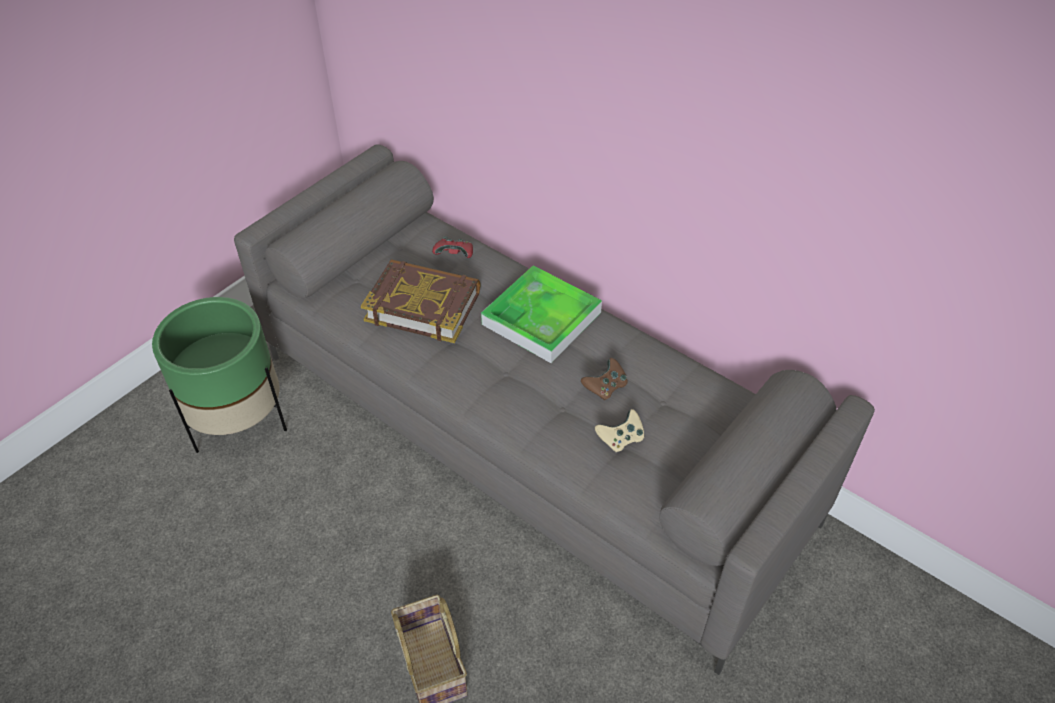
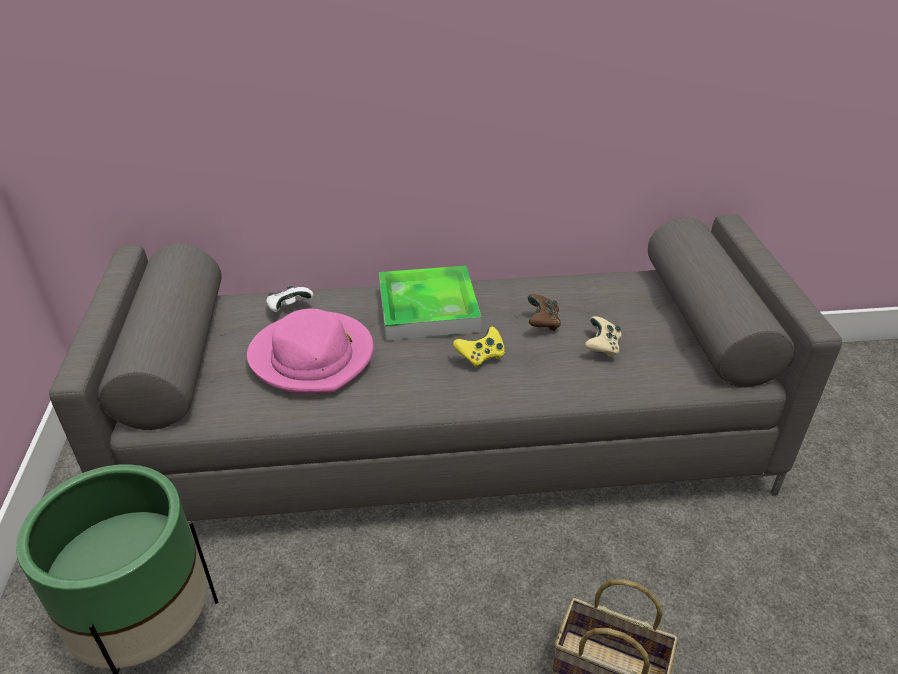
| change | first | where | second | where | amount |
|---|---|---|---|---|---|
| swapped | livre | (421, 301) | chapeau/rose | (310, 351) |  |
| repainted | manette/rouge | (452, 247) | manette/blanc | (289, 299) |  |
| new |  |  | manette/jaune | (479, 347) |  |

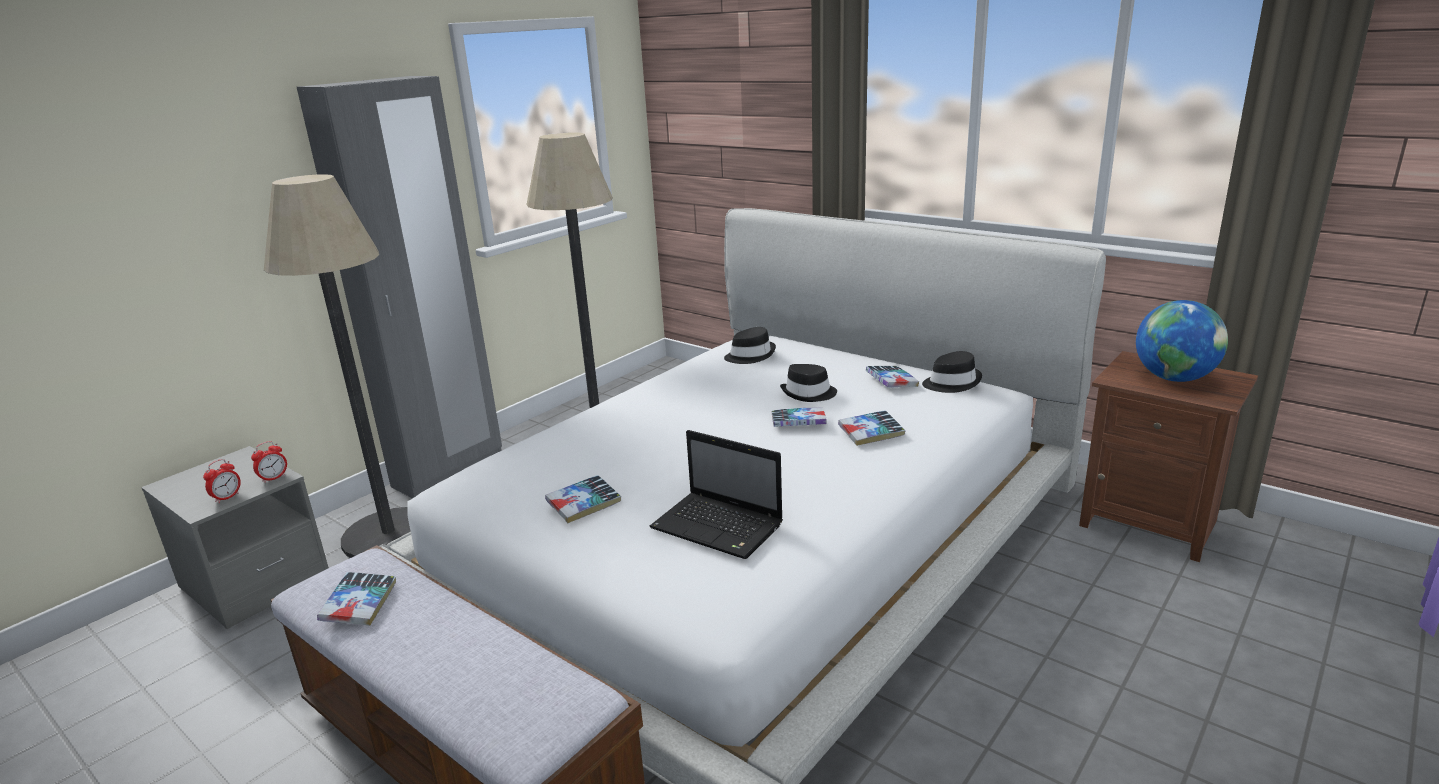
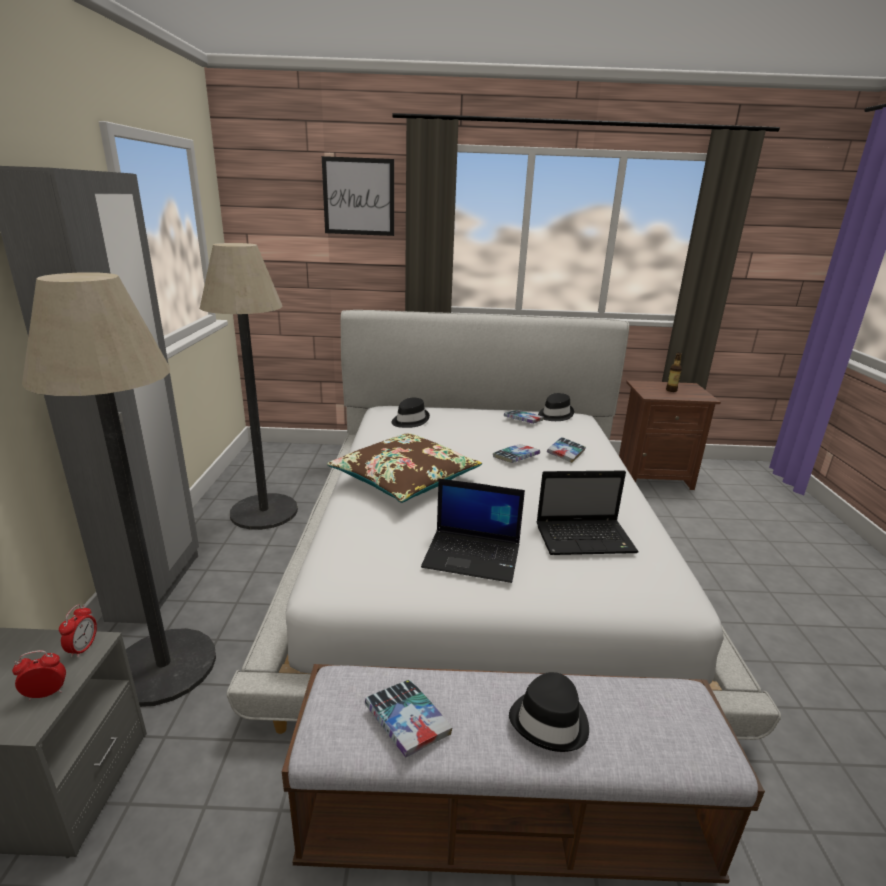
| change | first | where | second | where | amount |
|---|---|---|---|---|---|
| rotated | réveil | (222, 481) |  | (39, 675) | 105 degrees counterclockwise |
| new |  |  | tableau | (358, 196) |  |
| new |  |  | coussin/marron | (404, 468) |  |
| swapped | livre | (583, 499) | ordinateur portable | (473, 530) |  |
| shifted | chapeau/noir | (808, 383) |  | (549, 712) |  |
| swapped | globe | (1182, 341) | bouteille | (674, 372) |  |

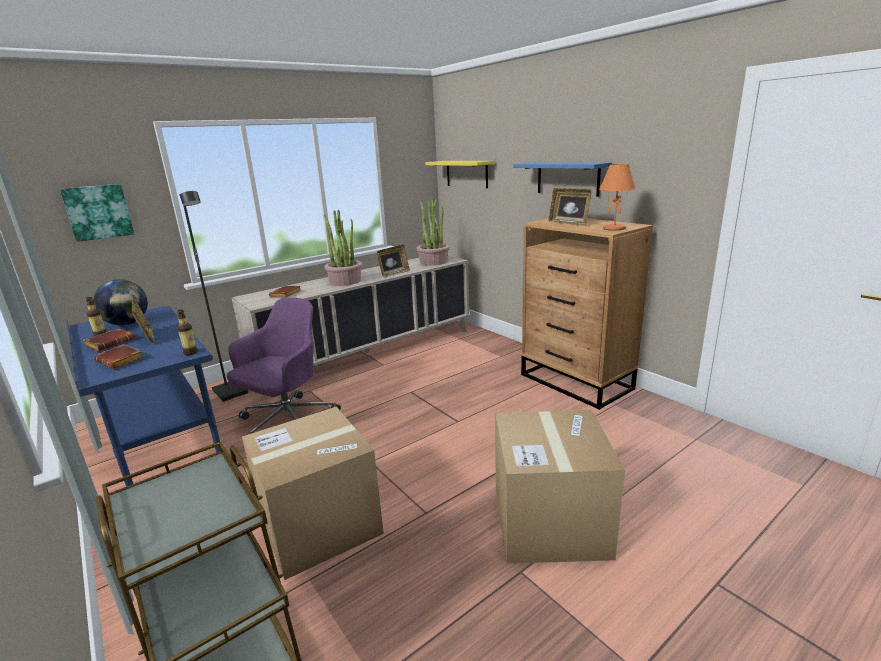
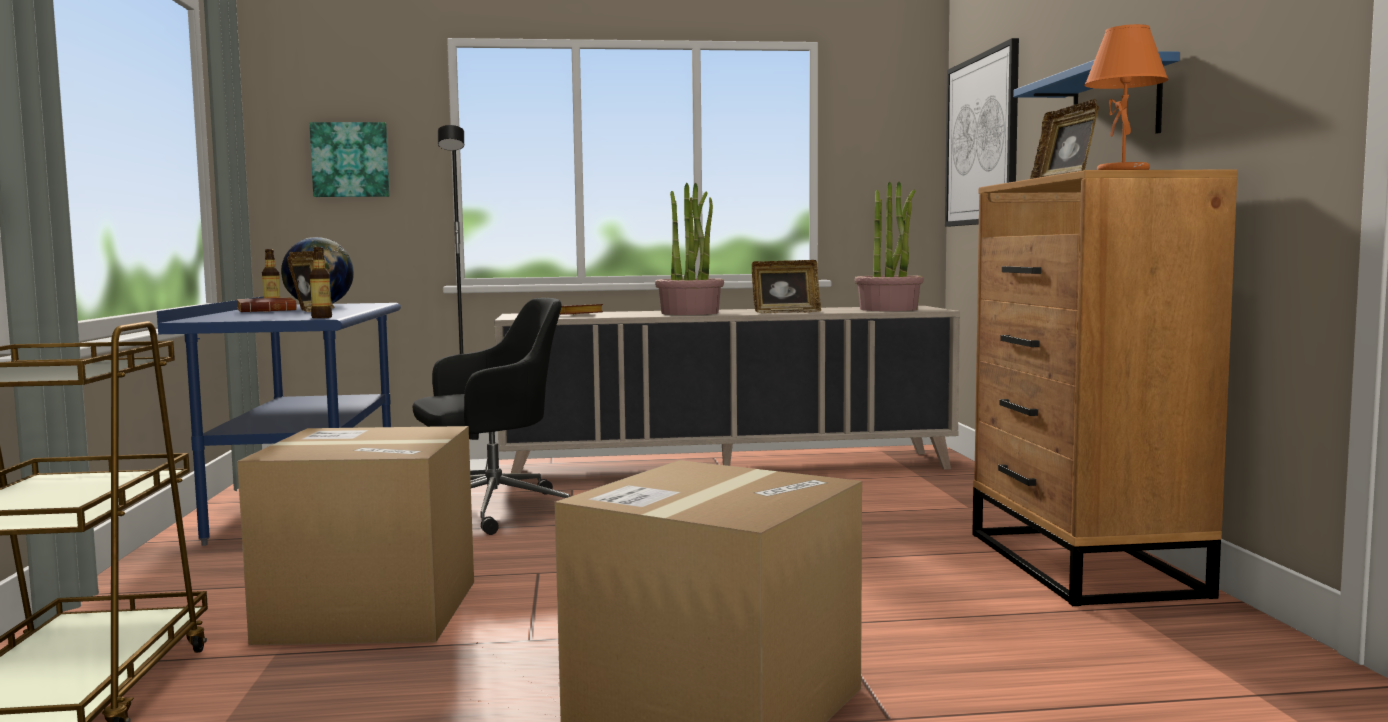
| change | first | where | second | where | amount |
|---|---|---|---|---|---|
| repainted | chaise de bureau/violet | (284, 365) | chaise de bureau/noir | (491, 416) |  |
| swapped | étagère/jaune | (460, 174) | tableau | (982, 132) |  |
| gone | livre/marron | (119, 356) |  |  |  |

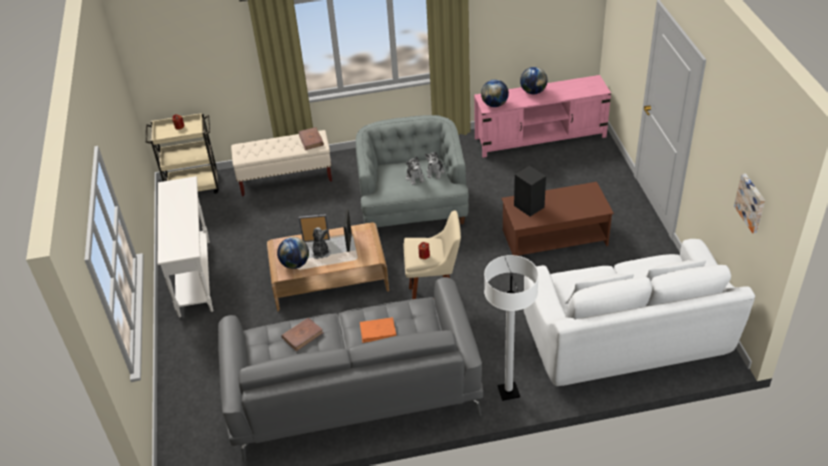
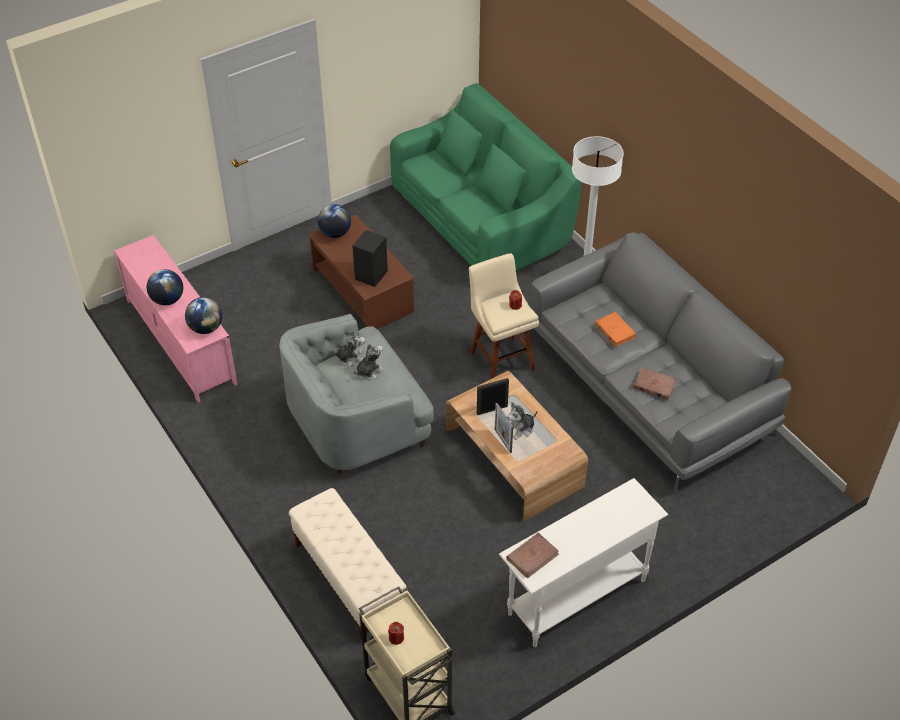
| change | first | where | second | where | amount |
|---|---|---|---|---|---|
| shifted | globe | (293, 253) |  | (334, 221) |  |
| repainted | canapé/blanc | (639, 312) | canapé/vert | (486, 177) |  |
| shifted | livre/marron | (311, 138) |  | (532, 556) |  |
| gone | tableau | (749, 203) |  |  |  |

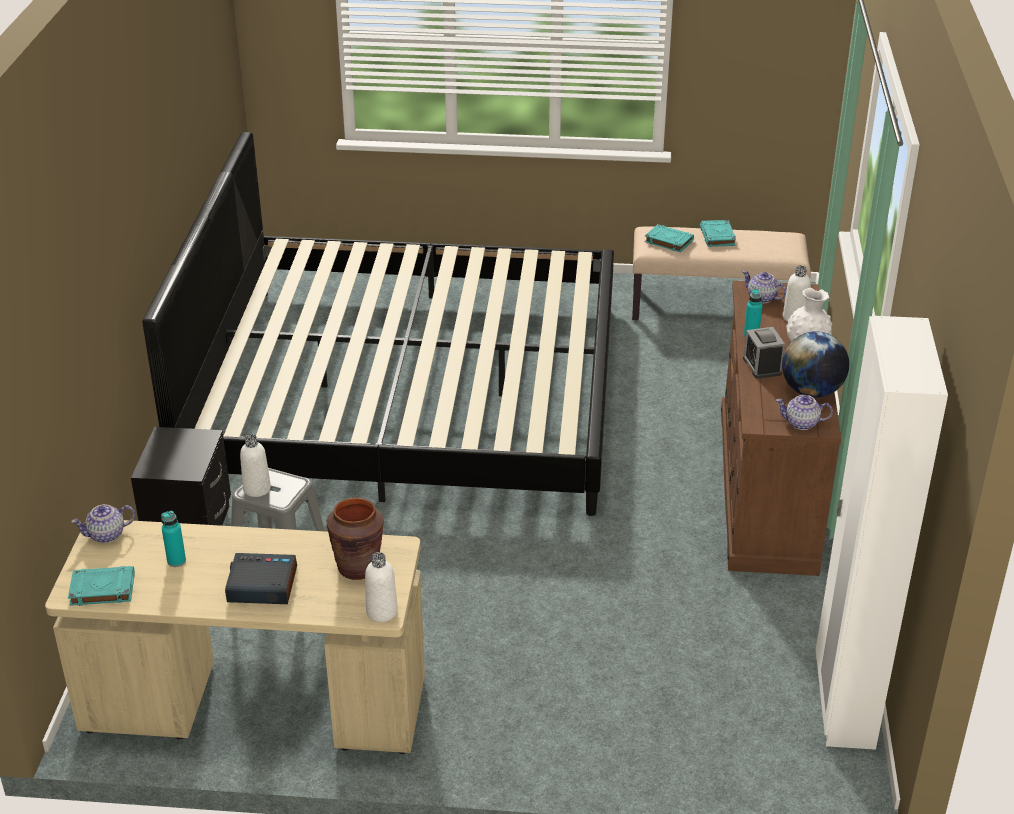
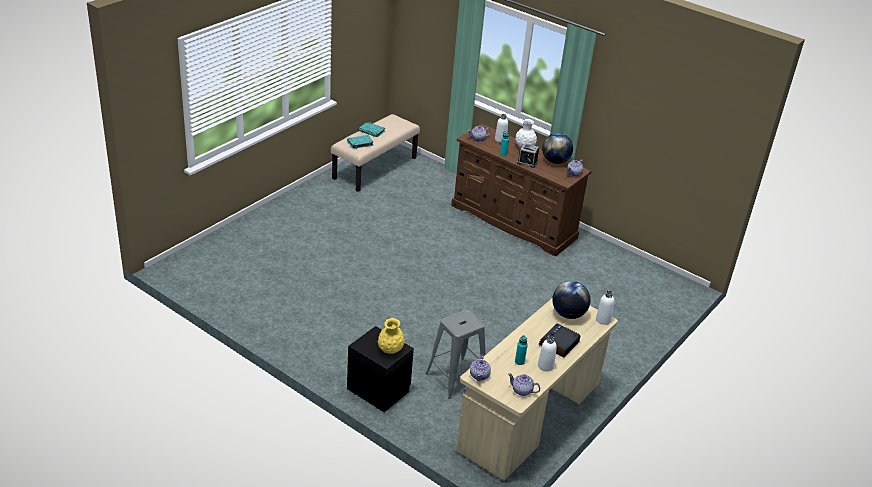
| change | first | where | second | where | amount |
|---|---|---|---|---|---|
| new |  |  | vase/jaune | (391, 336) |  |
| swapped | livre/turquoise | (101, 586) | théière | (524, 384) |  |
| shifted | bouteille/blanc | (255, 465) |  | (547, 353) |  |
| swapped | vase/marron | (355, 539) | globe | (571, 300) |  |
| gone | lit | (378, 324) |  |  |  |
| gone | armoire/blanc | (882, 533) |  |  |  |

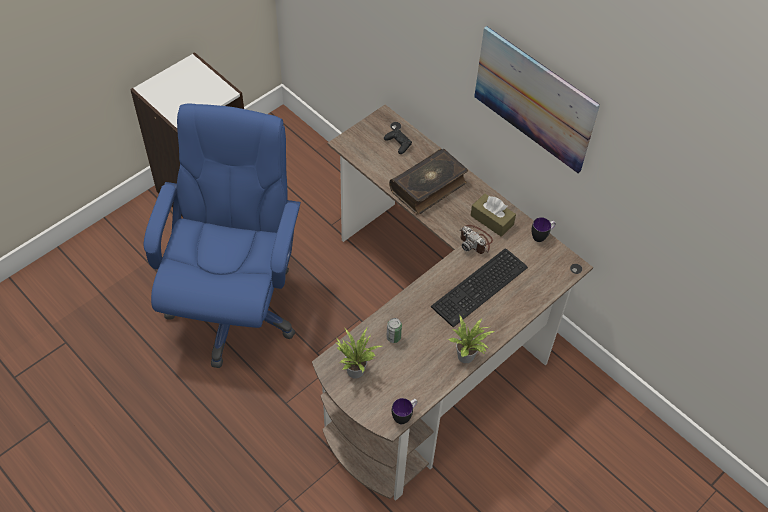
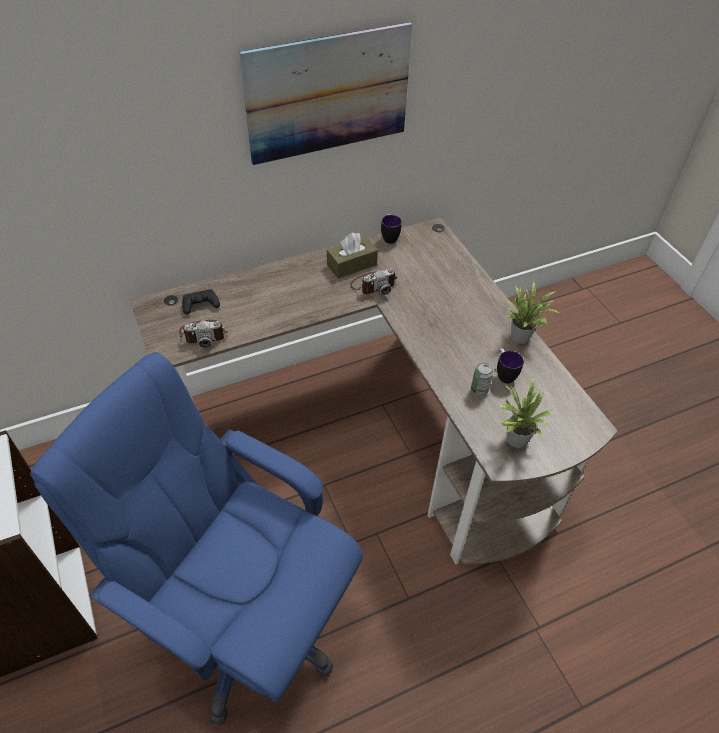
| change | first | where | second | where | amount |
|---|---|---|---|---|---|
| new |  |  | appareil photo | (203, 334) |  |
| shifted | mug | (405, 411) |  | (510, 366) |  |
| gone | livre | (428, 182) |  |  |  |
| gone | clavier | (479, 287) |  |  |  |

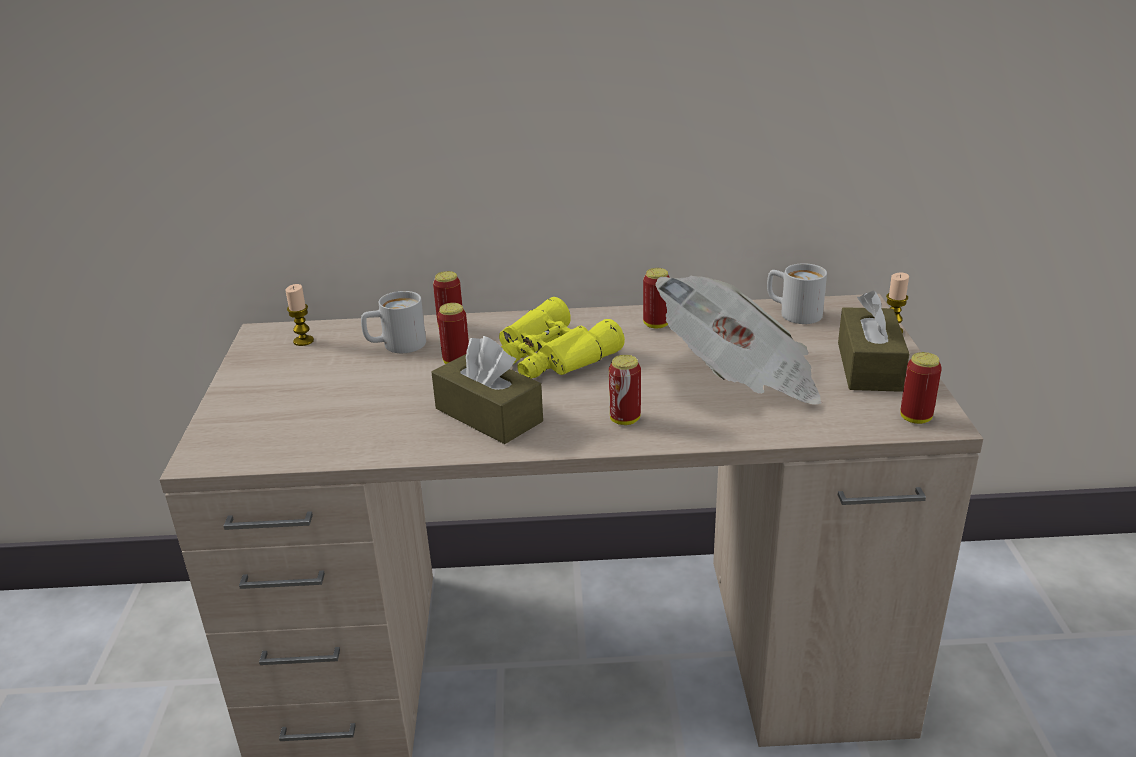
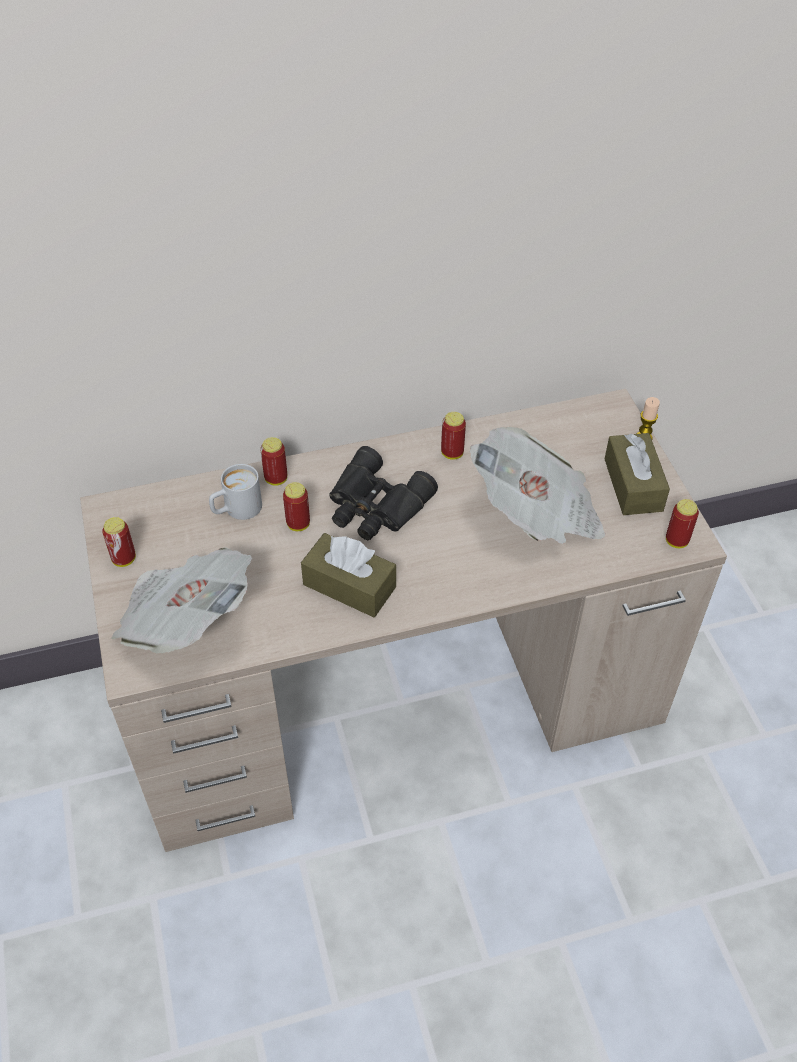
| change | first | where | second | where | amount |
|---|---|---|---|---|---|
| shifted | boîte métallique | (625, 390) |  | (119, 542) |  |
| new |  |  | journal | (181, 600) |  |
| repainted | jumelles/jaune | (562, 338) | jumelles/noir | (383, 493) |  |
| gone | bougie | (299, 315) |  |  |  |
| gone | mug/blanc | (797, 293) |  |  |  |

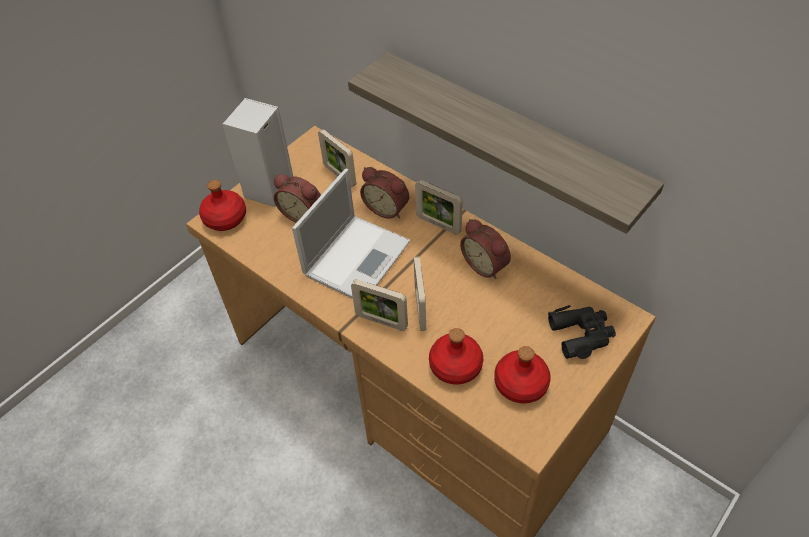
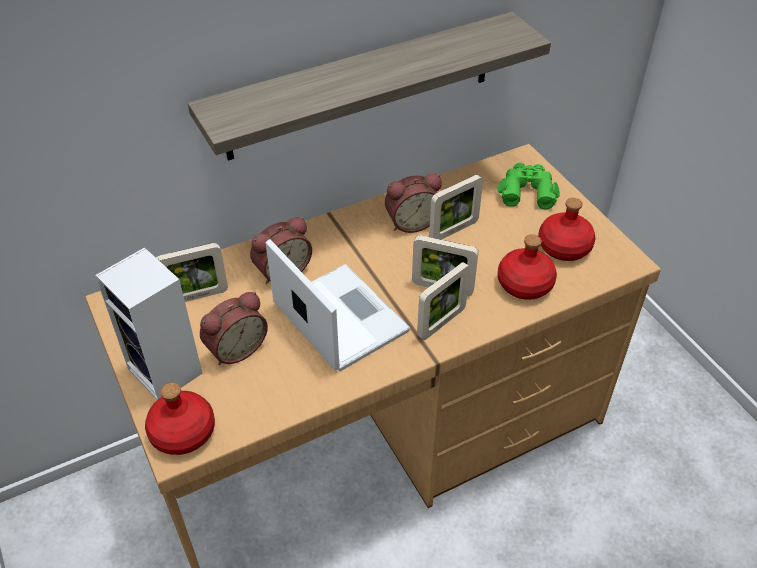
| change | first | where | second | where | amount |
|---|---|---|---|---|---|
| shifted | cadre photo | (439, 207) |  | (456, 207) |  |
| repainted | jumelles/noir | (582, 332) | jumelles/vert | (528, 186) |  |

